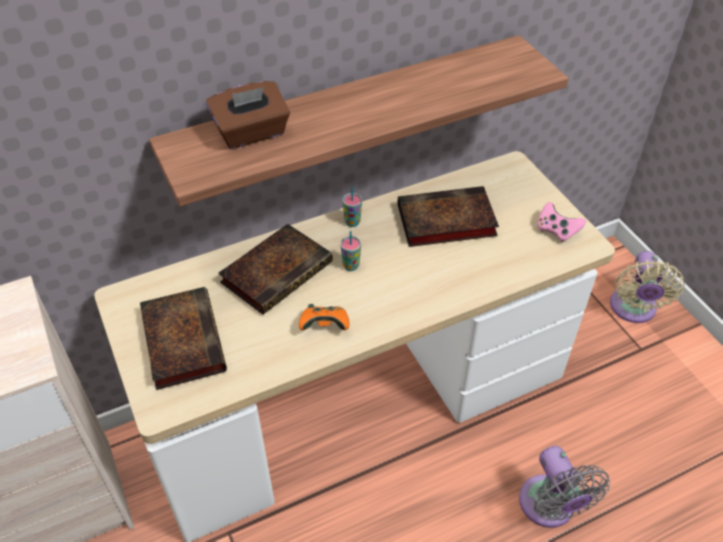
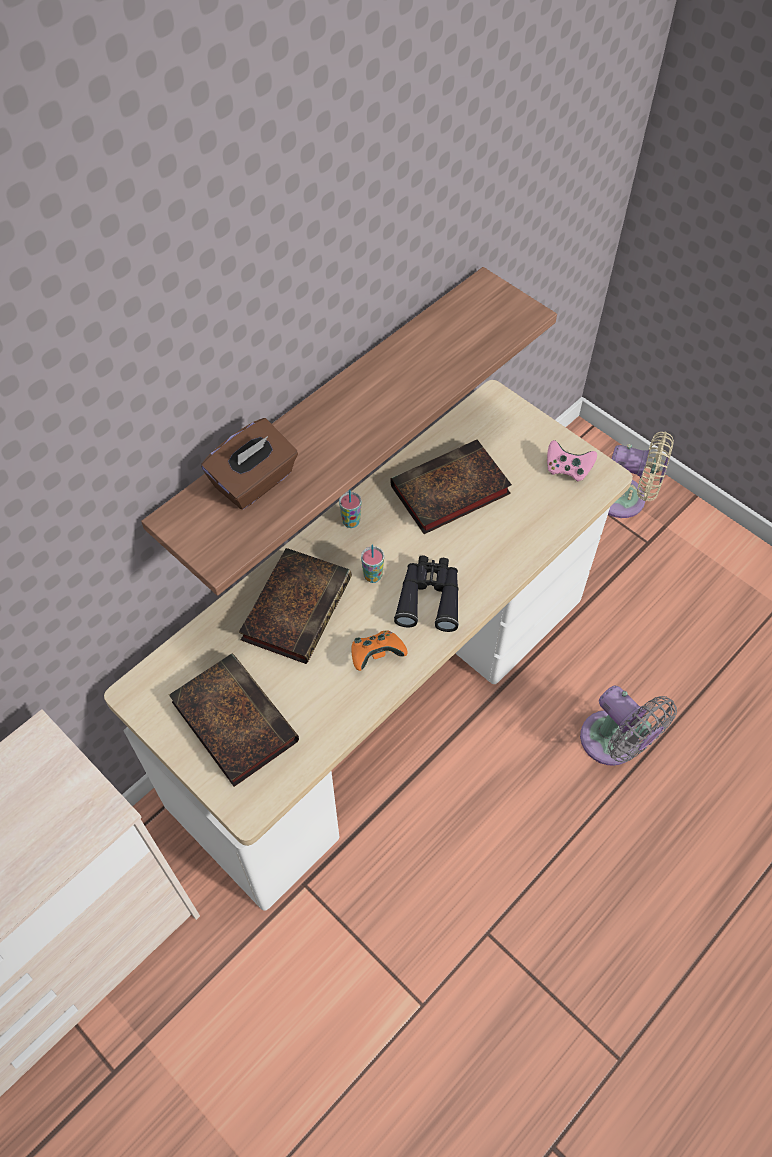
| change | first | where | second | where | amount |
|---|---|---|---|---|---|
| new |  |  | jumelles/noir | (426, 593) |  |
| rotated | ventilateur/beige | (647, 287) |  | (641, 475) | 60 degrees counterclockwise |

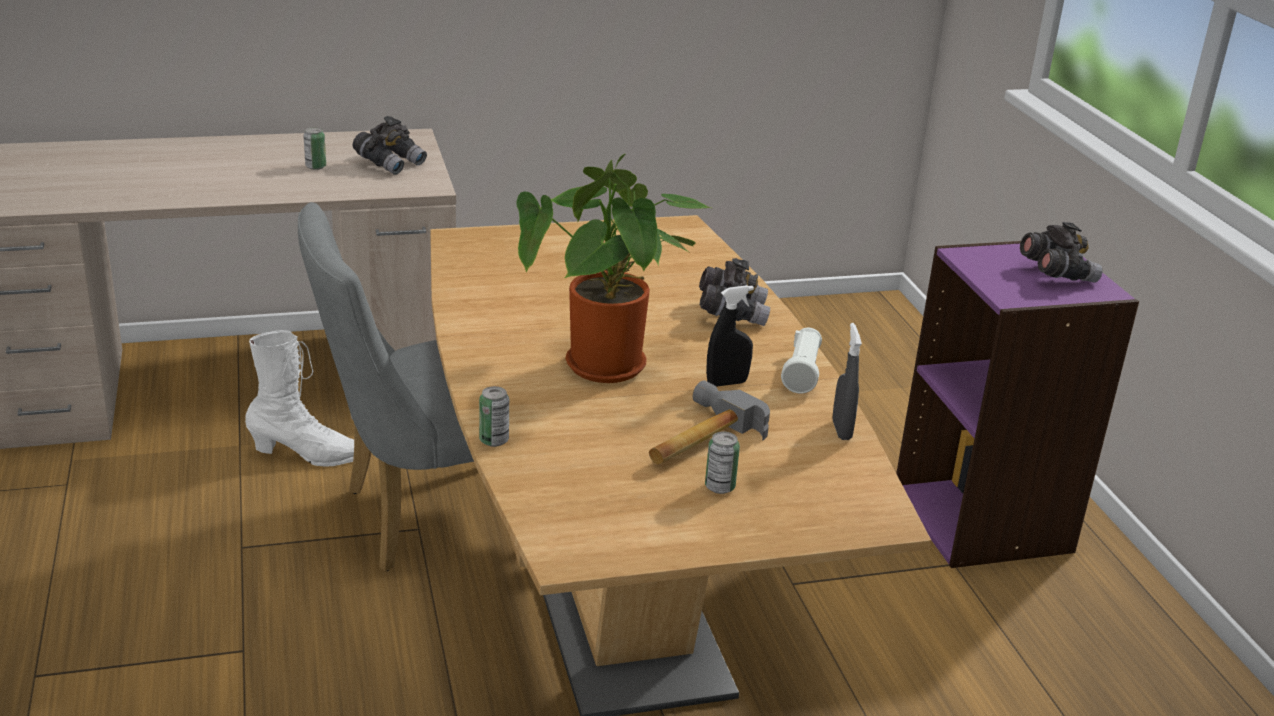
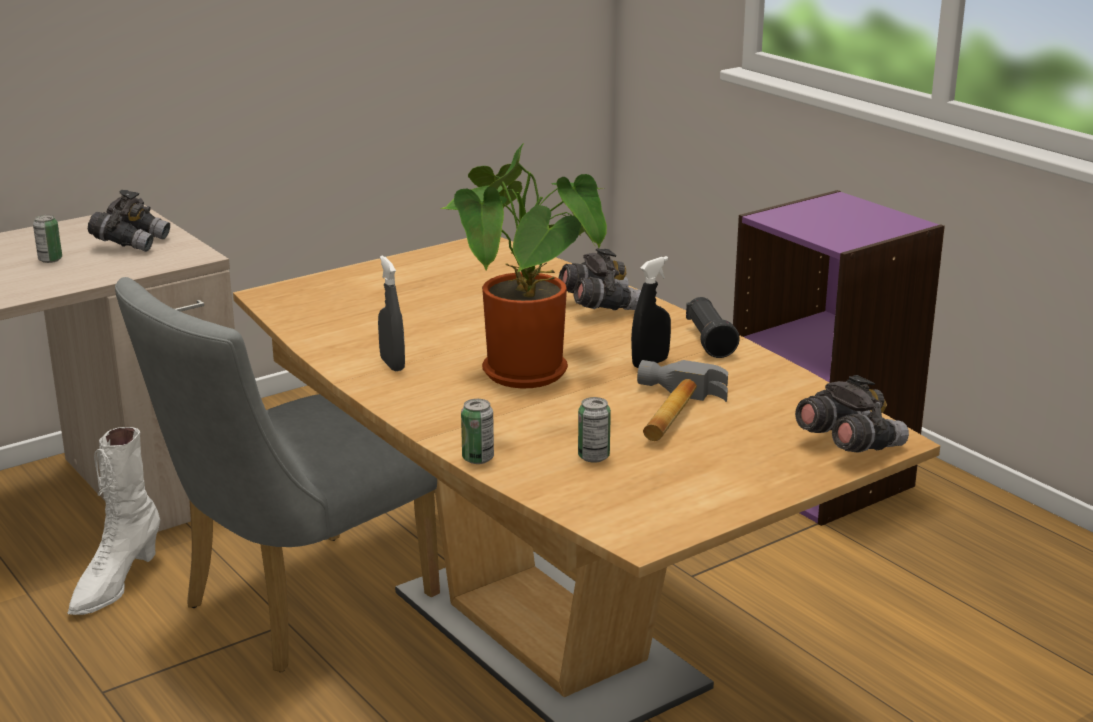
| change | first | where | second | where | amount |
|---|---|---|---|---|---|
| rotated | botte/blanc | (299, 398) |  | (113, 521) | 135 degrees clockwise |
| shifted | vaporisateur/gris | (847, 381) |  | (391, 313) |  |
| shifted | boîte métallique | (722, 462) |  | (594, 430) |  |
| repainted | lampe de poche/blanc | (801, 361) | lampe de poche/noir | (713, 327) |  |
| shifted | jumelles/gris | (1061, 252) |  | (852, 414) |  |

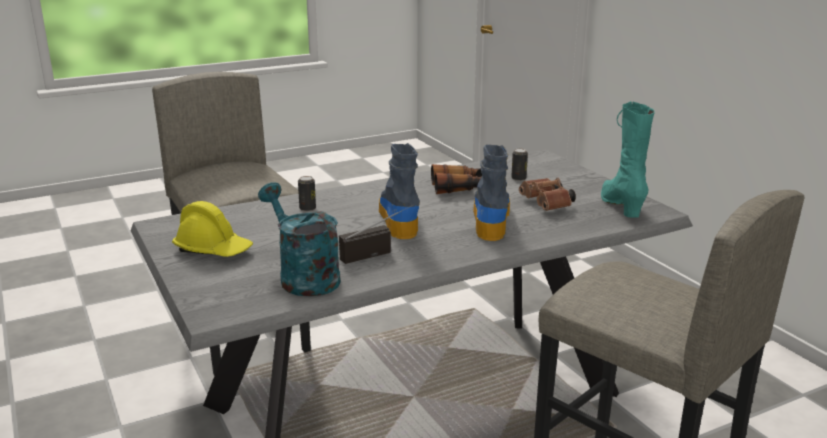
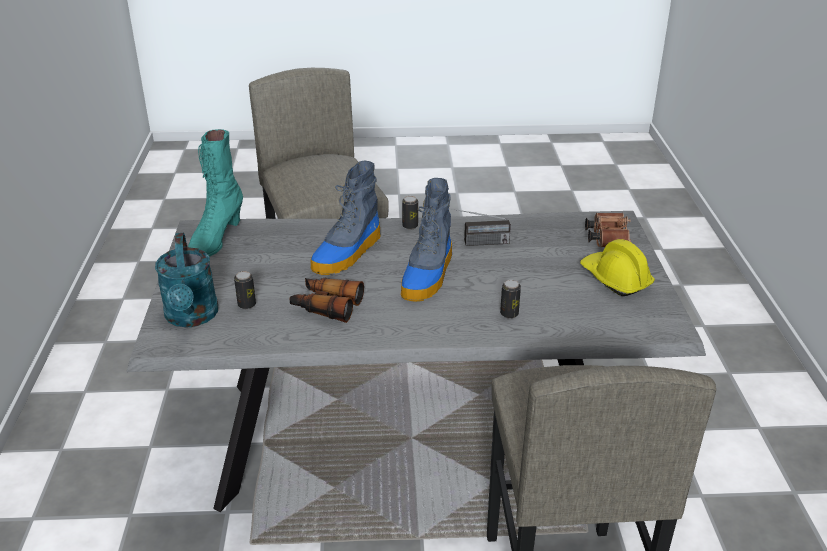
| change | first | where | second | where | amount |
|---|---|---|---|---|---|
| shifted | arrosoir/turquoise | (299, 239) |  | (186, 280) |  |
| new |  |  | boîte métallique | (410, 213) |  |
| shifted | jumelles/marron | (547, 194) |  | (608, 230) |  |

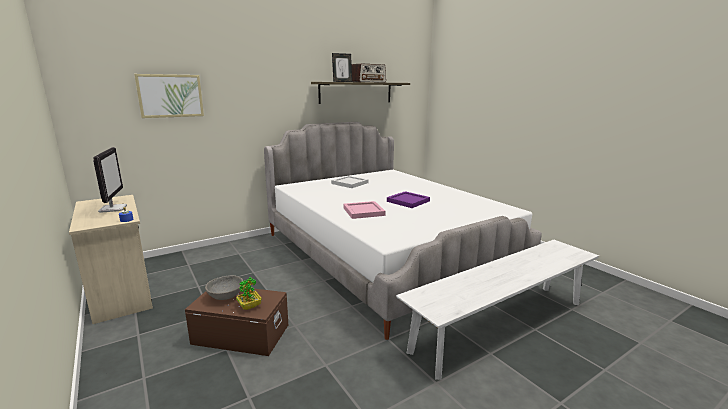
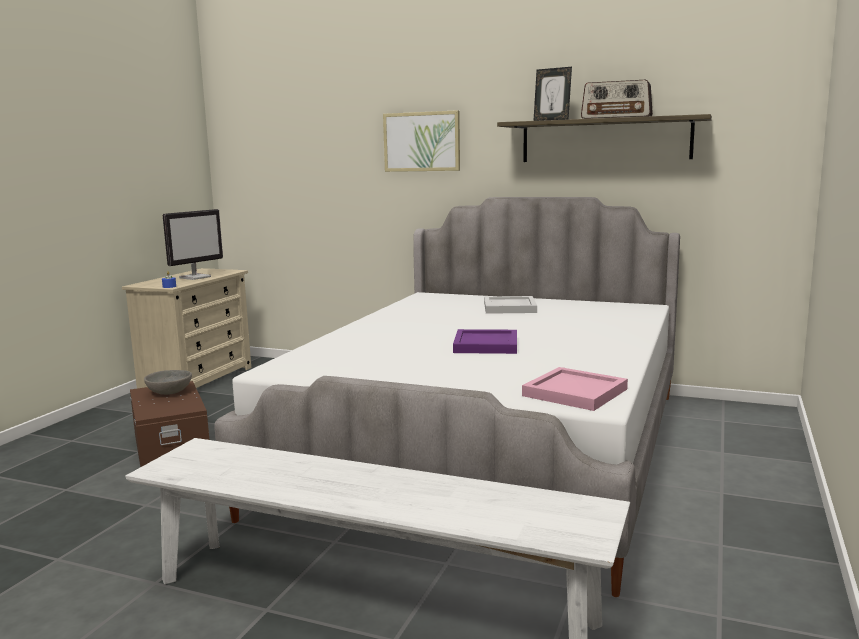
| change | first | where | second | where | amount |
|---|---|---|---|---|---|
| shifted | tableau | (169, 96) |  | (421, 141) |  |
| shifted | plateau/rose | (364, 210) |  | (575, 389) |  |
| gone | plante en pot | (249, 293) |  |  |  |

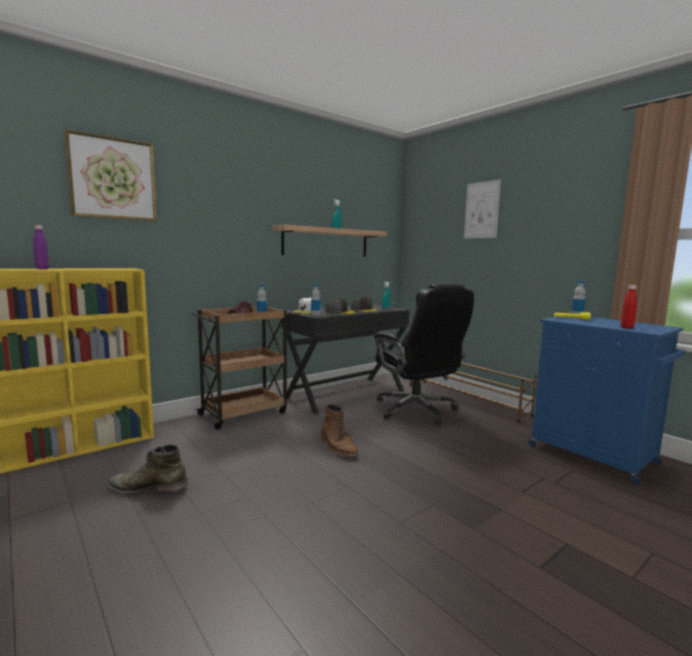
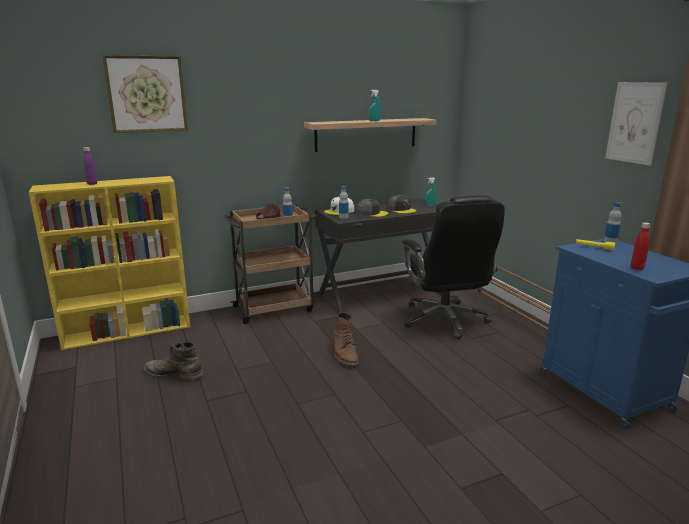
| change | first | where | second | where | amount |
|---|---|---|---|---|---|
| shifted | tableau | (482, 208) |  | (636, 124) |  |

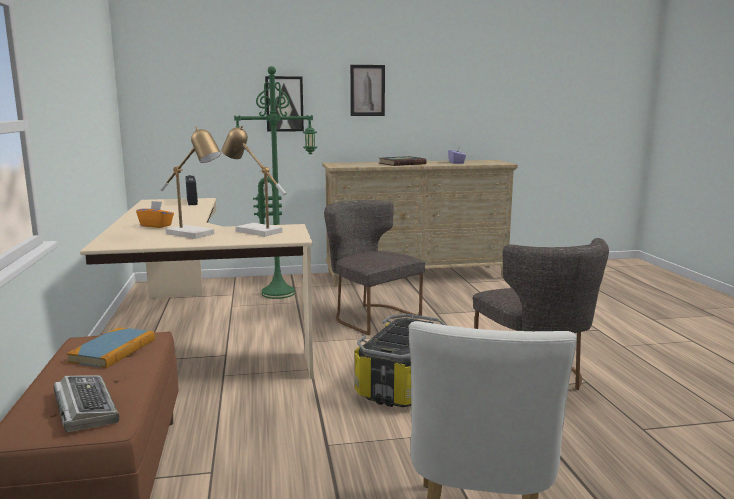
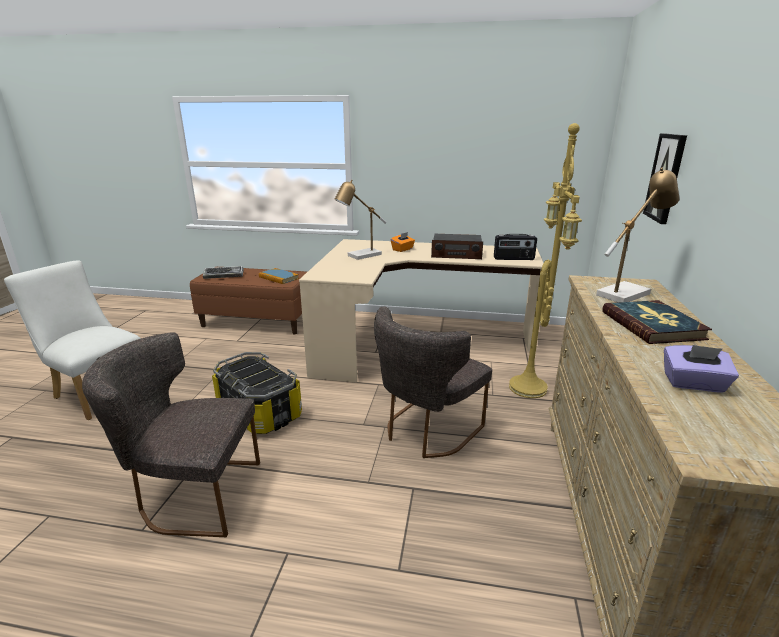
| change | first | where | second | where | amount |
|---|---|---|---|---|---|
| rotated | chaise/gris | (374, 267) |  | (433, 382) | 150 degrees clockwise |
| new |  |  | radio | (457, 246) |  |
| repainted | lampadaire/vert | (275, 182) | lampadaire/jaune | (545, 260) |  |
| shifted | lampe de table | (254, 180) |  | (637, 235) |  |
| gone | tableau | (367, 90) |  |  |  |

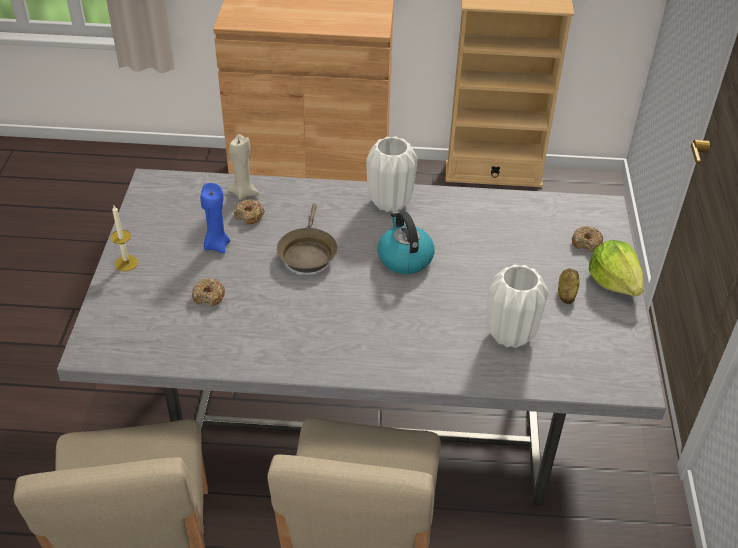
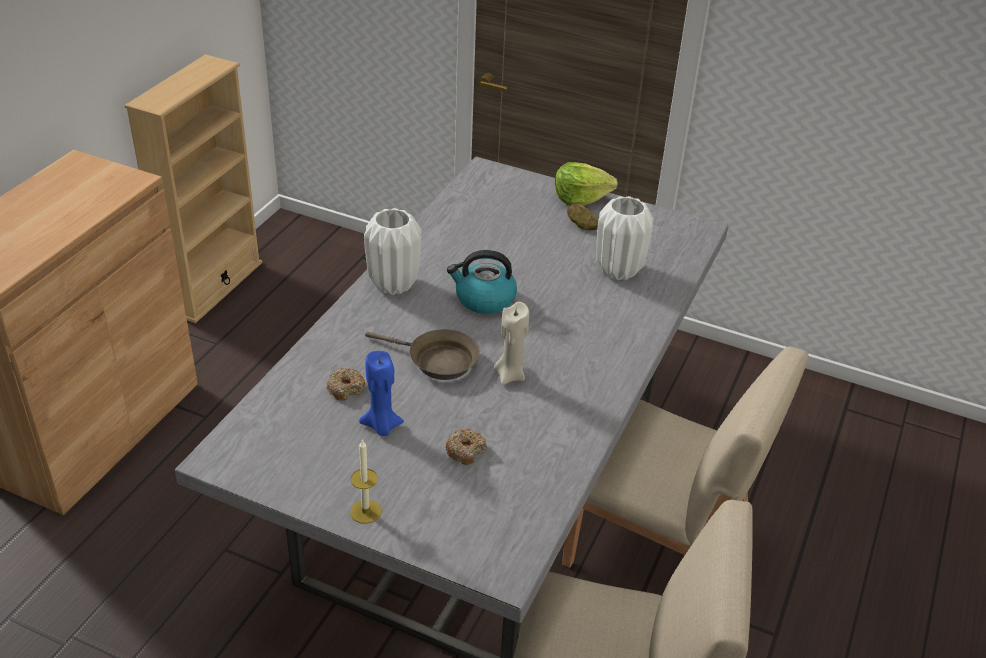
| change | first | where | second | where | amount |
|---|---|---|---|---|---|
| shifted | bougie/beige | (243, 167) |  | (511, 343) |  |
| gone | beignet | (588, 239) |  |  |  |

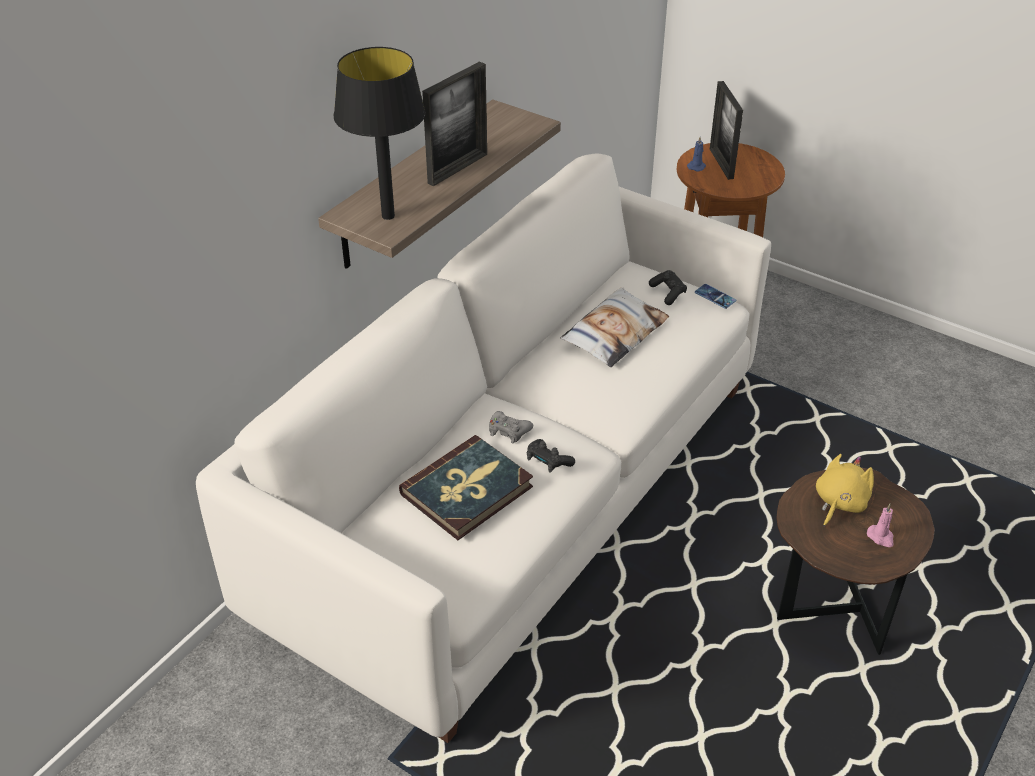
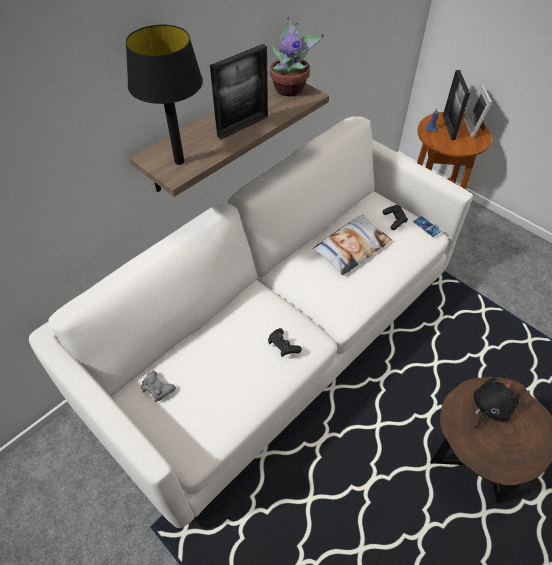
| change | first | where | second | where | amount |
|---|---|---|---|---|---|
| shifted | manette/gris | (511, 427) |  | (158, 386) |  |
| new |  |  | plante en pot | (296, 56) |  |
| new |  |  | cadre photo | (478, 111) |  |
| repainted | peluche/jaune | (845, 490) | peluche/noir | (497, 403) |  |
| gone | livre | (466, 487) |  |  |  |
| gone | bougie/rose | (880, 525) |  |  |  |

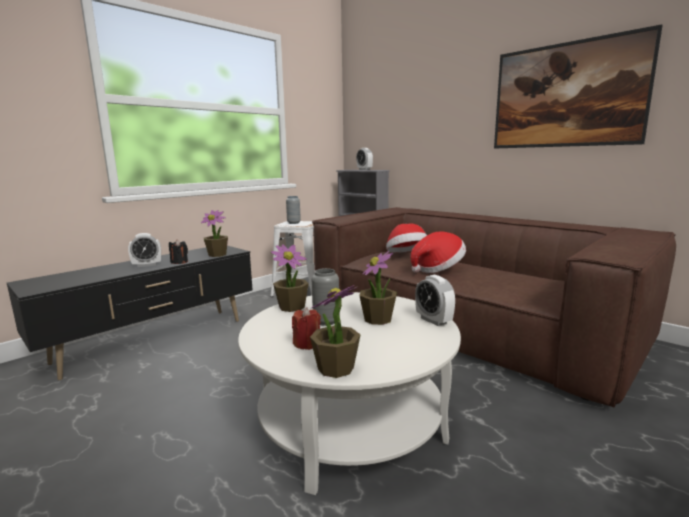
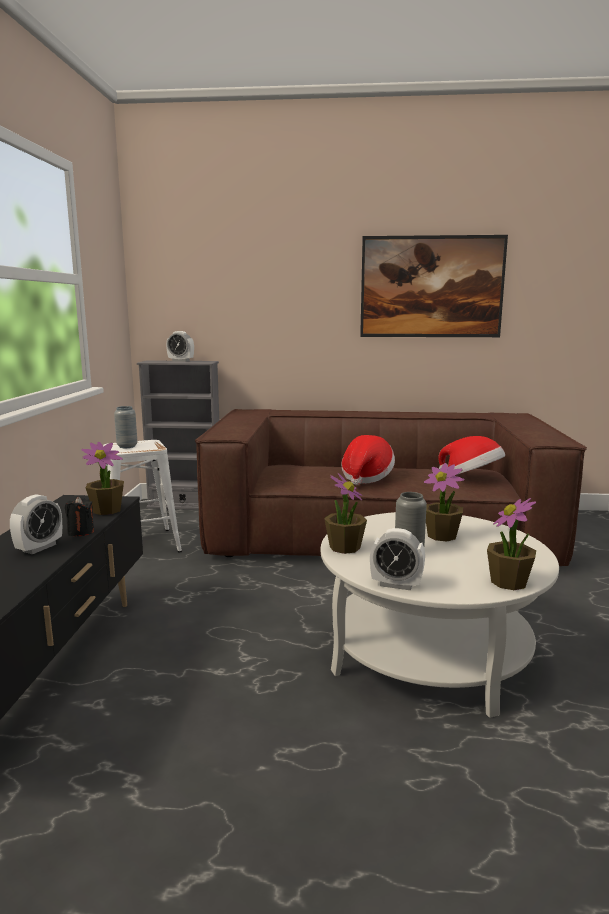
| change | first | where | second | where | amount |
|---|---|---|---|---|---|
| shifted | réveil | (435, 300) |  | (397, 559) |  |
| shifted | chapeau | (406, 238) |  | (471, 455) |  |
| gone | bougie/rouge | (306, 328) |  |  |  |

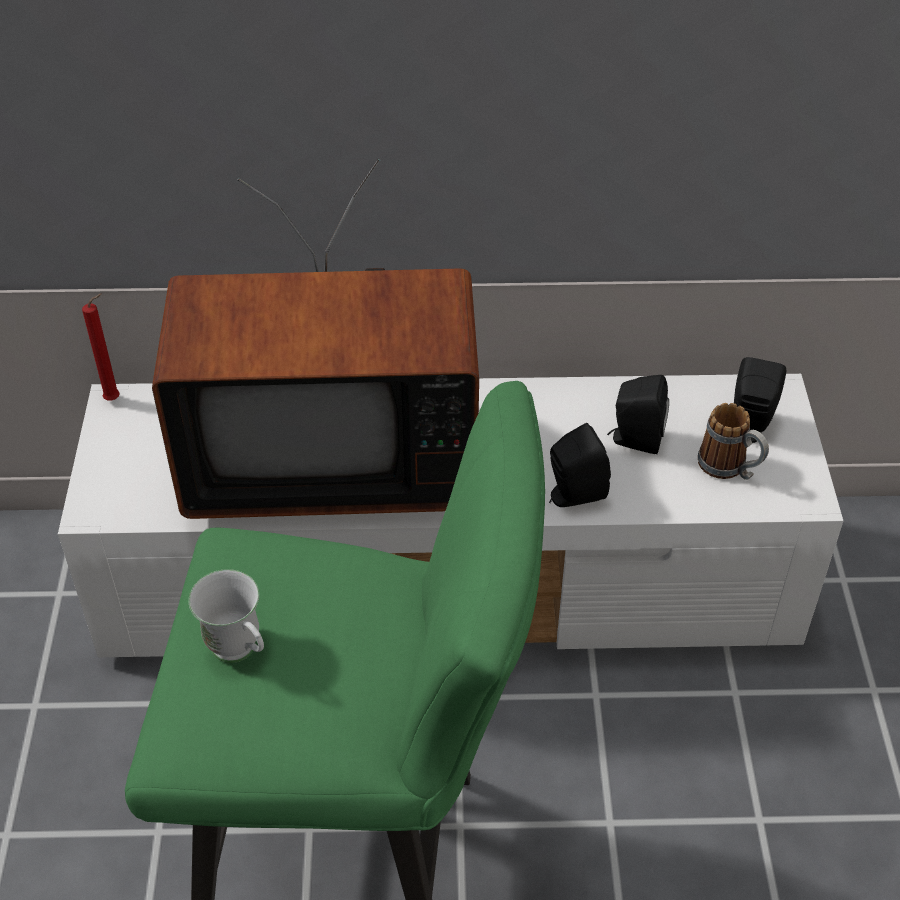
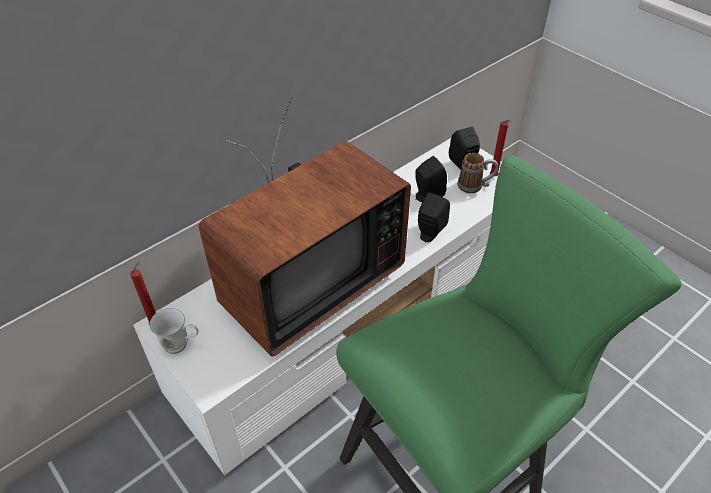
| change | first | where | second | where | amount |
|---|---|---|---|---|---|
| shifted | mug/blanc | (226, 616) |  | (174, 331) |  |
| new |  |  | bougie/rouge | (500, 148) |  |

